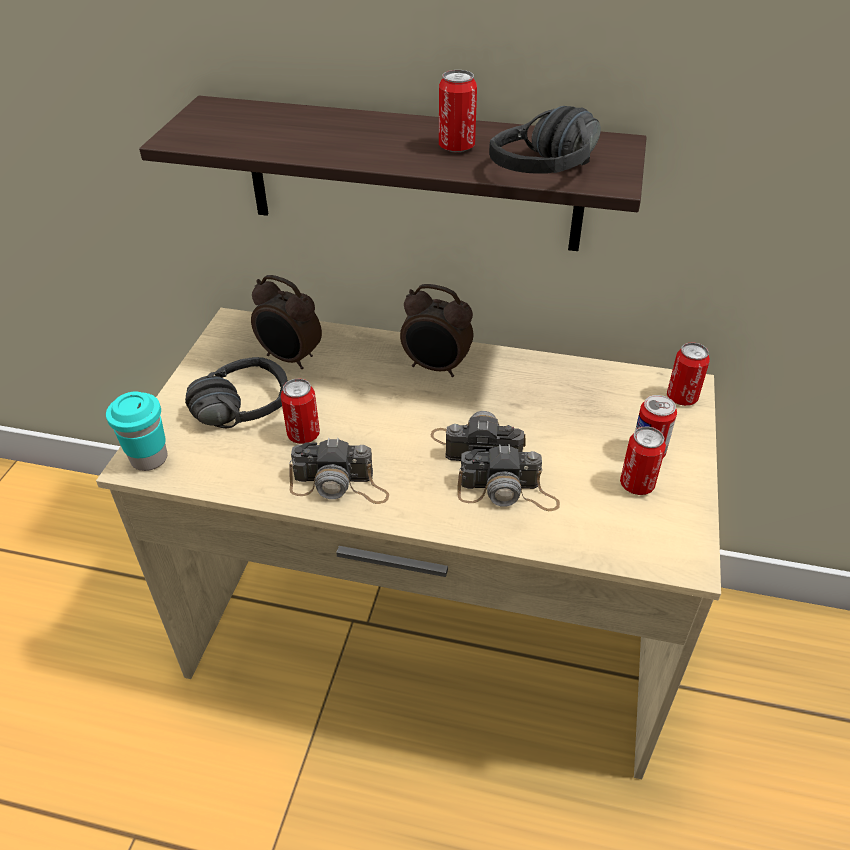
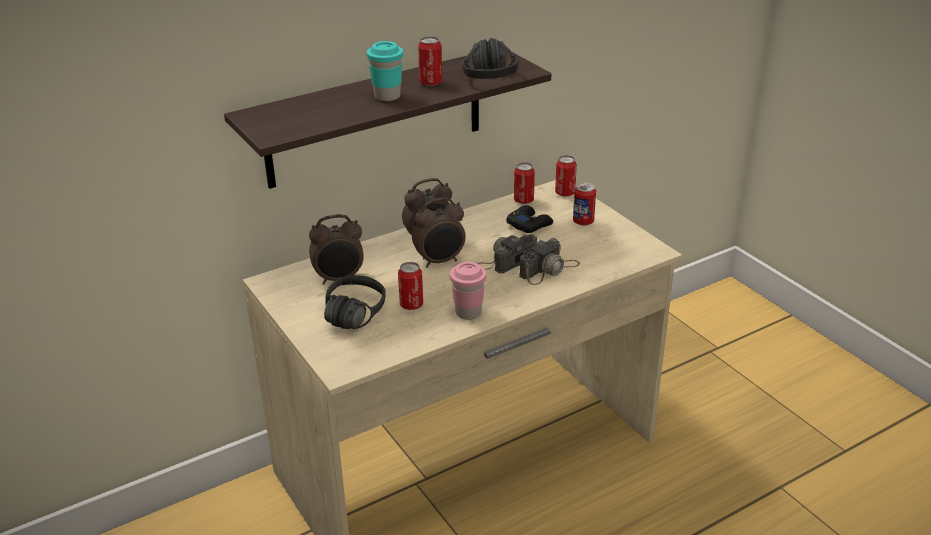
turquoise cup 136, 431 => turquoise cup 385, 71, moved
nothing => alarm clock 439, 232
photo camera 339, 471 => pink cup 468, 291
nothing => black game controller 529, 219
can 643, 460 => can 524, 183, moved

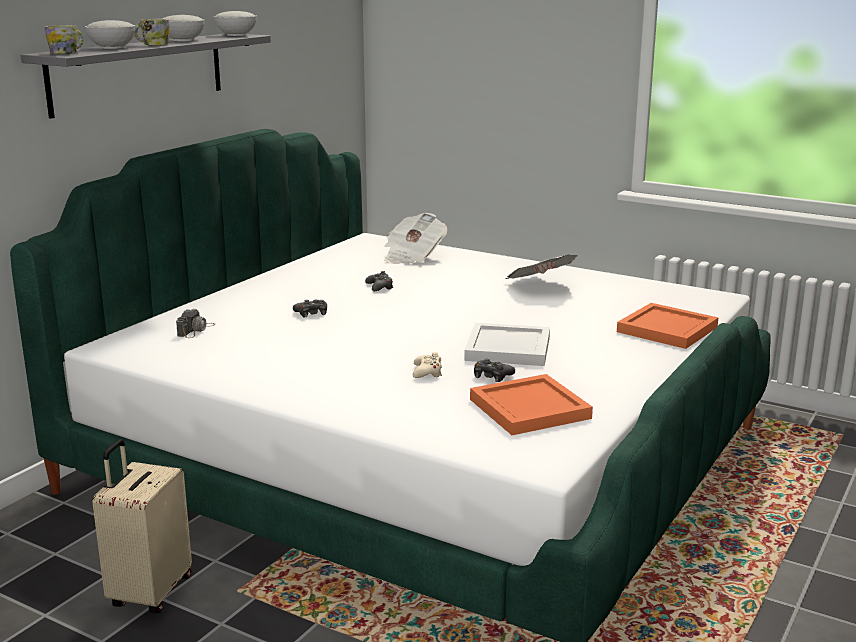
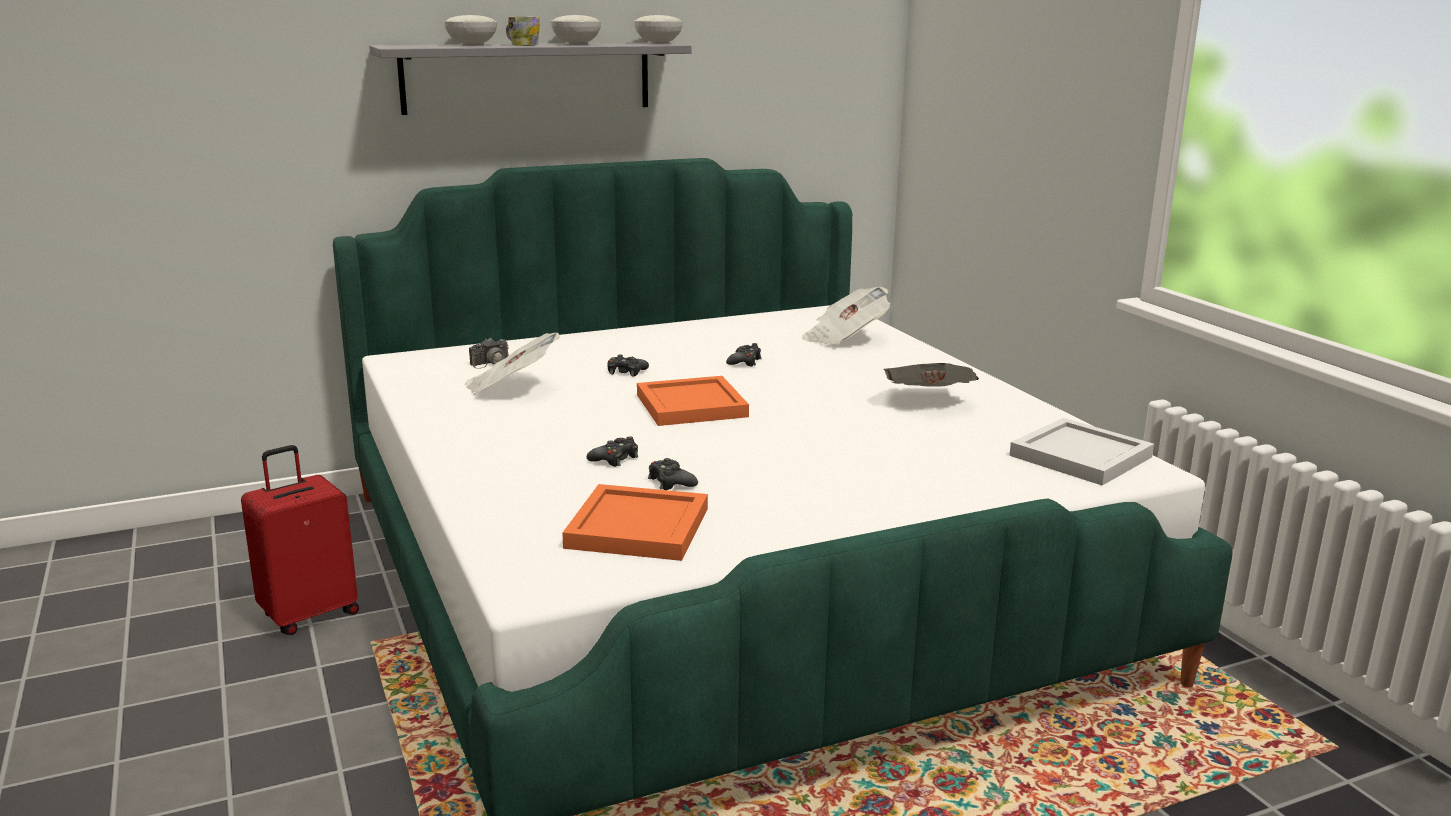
beige suitcase 142, 526 => red suitcase 300, 540
nothing => newspaper 512, 364
beige game controller 427, 365 => black game controller 612, 451
orange tray 668, 326 => orange tray 693, 401, moved
white tray 507, 344 => white tray 1081, 451, moved
mug 64, 39 => nothing

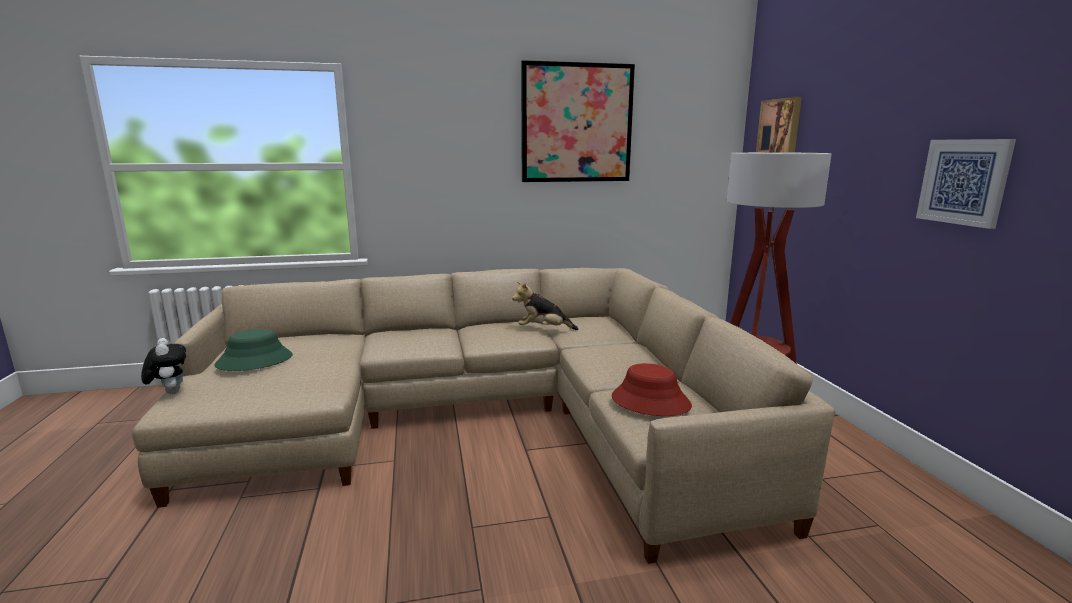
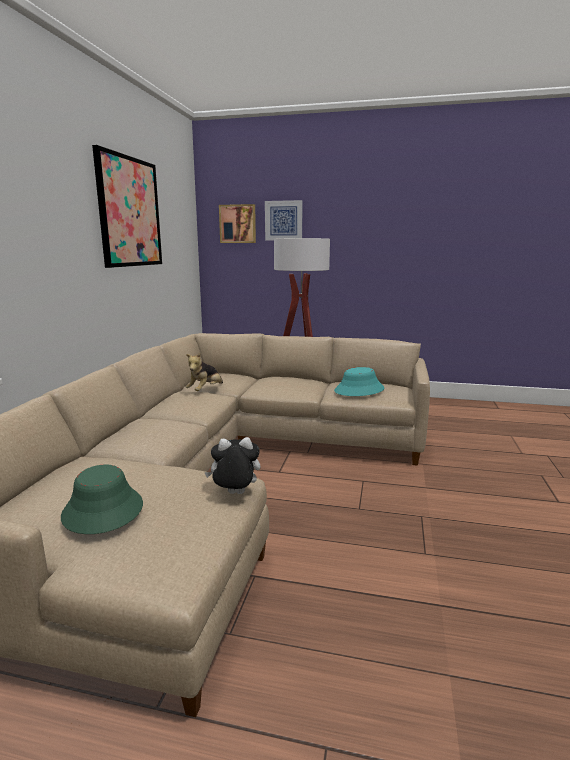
plush toy 163, 366 => plush toy 232, 465, moved
picture 966, 184 => picture 284, 220, moved
red hat 652, 389 => turquoise hat 359, 381

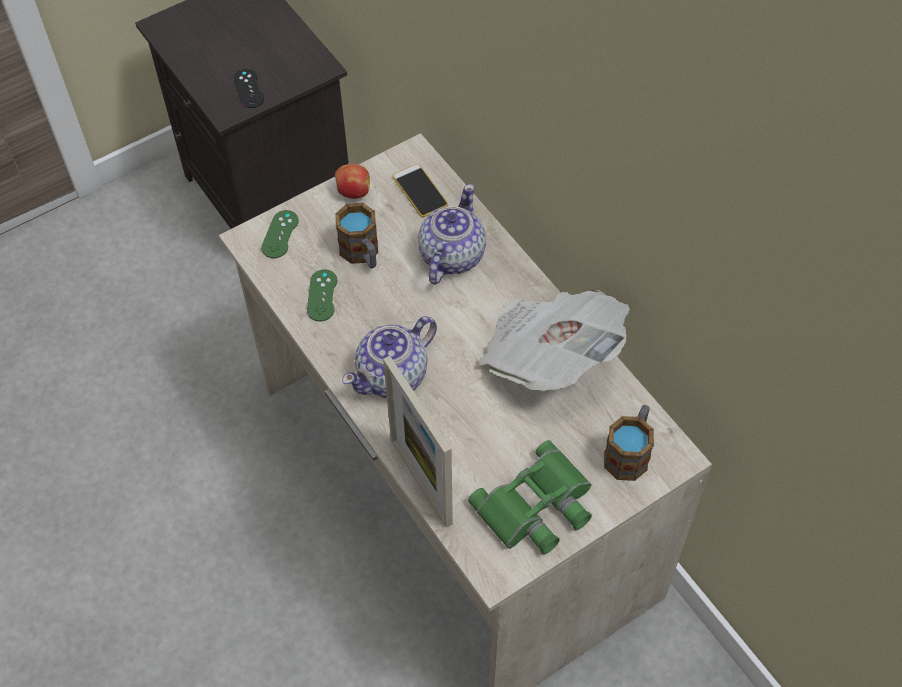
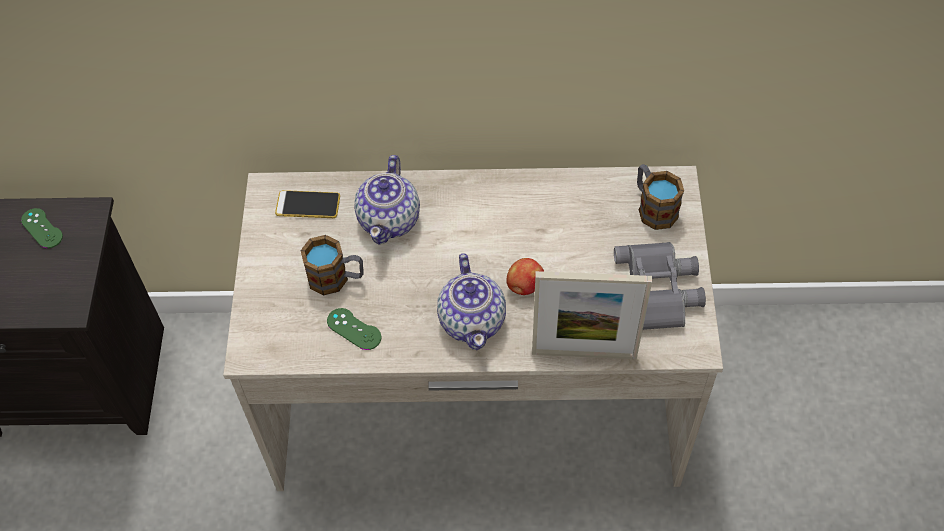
green game controller 280, 234 => green game controller 42, 228, moved
teapot 452, 234 => teapot 387, 199, 135 degrees counterclockwise
apple 352, 181 => apple 525, 276, moved
green binoculars 530, 497 => grey binoculars 660, 286
black game controller 249, 88 => nothing
newspaper 554, 340 => nothing

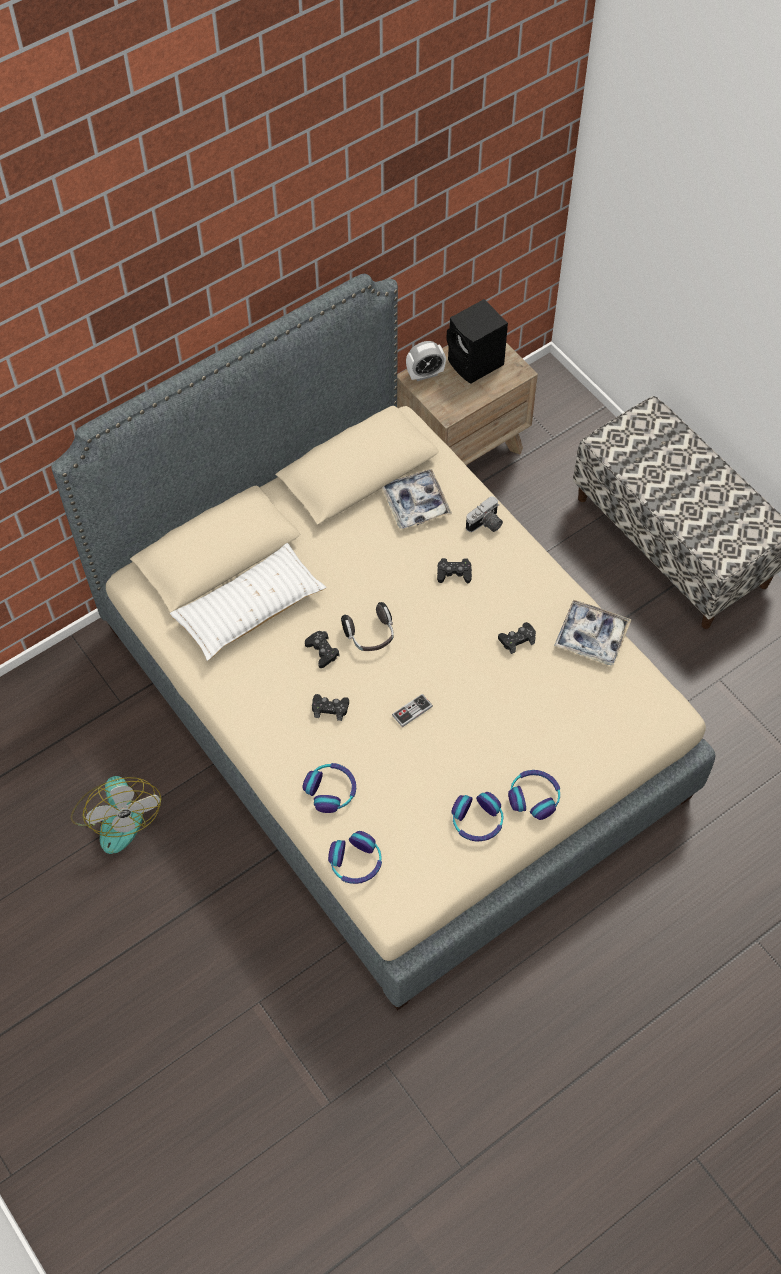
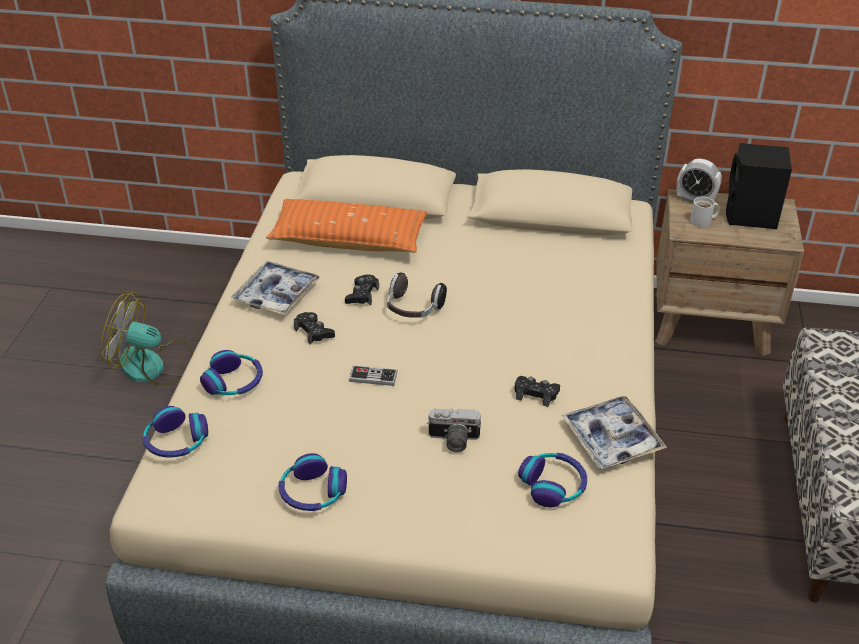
fan 115, 815 => fan 147, 338, 75 degrees clockwise
tray 417, 499 => tray 275, 288, moved
white pillow 248, 602 => orange pillow 346, 226
photo camera 484, 514 => photo camera 454, 430, moved
headphones 534, 795 => headphones 552, 480, moved
nothing => white mug 705, 212
black game controller 454, 570 => nothing

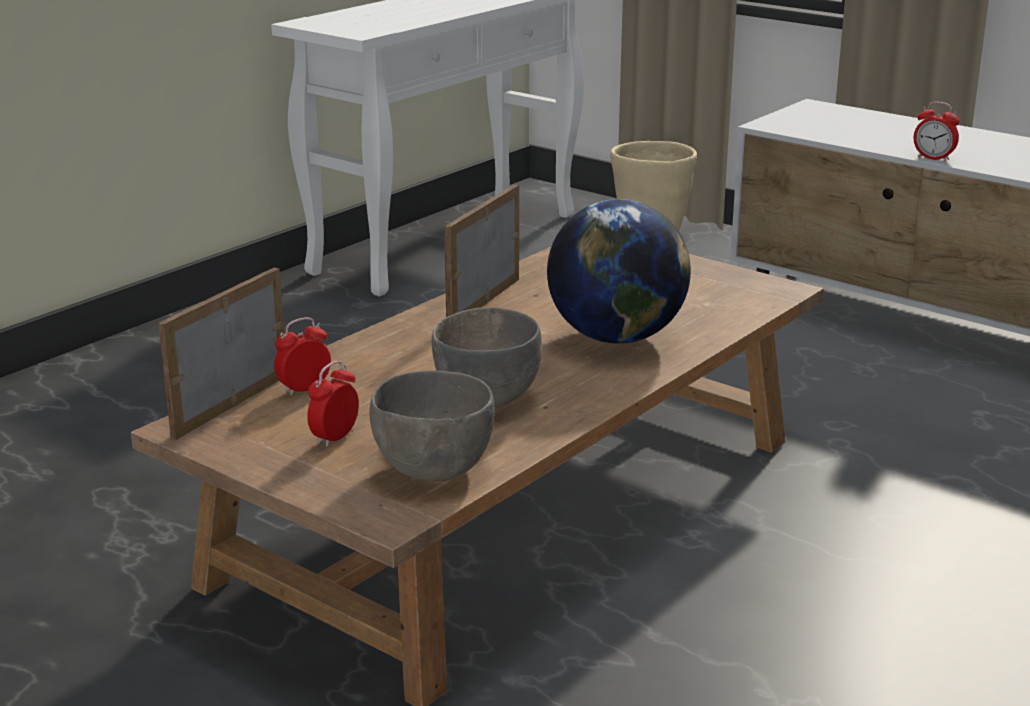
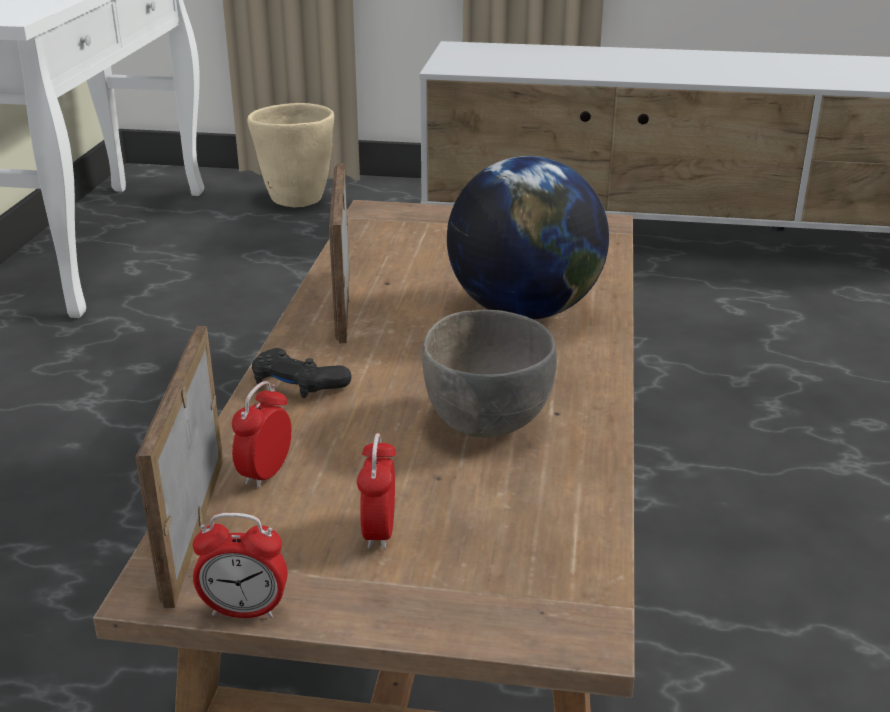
alarm clock 936, 131 => alarm clock 240, 565, moved
nothing => black game controller 302, 373
grey bowl 432, 425 => nothing

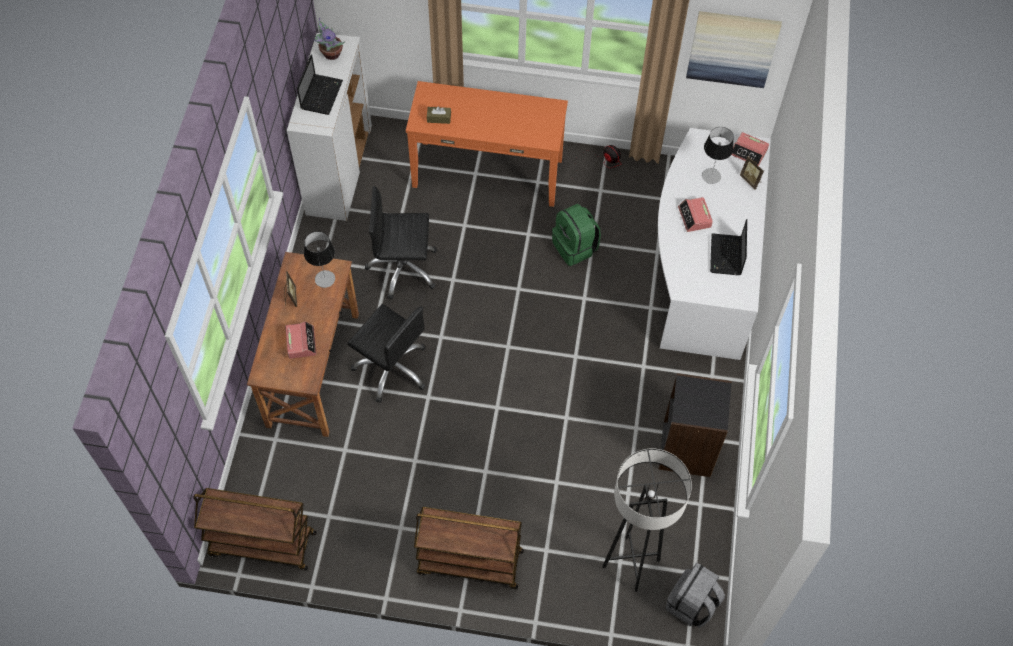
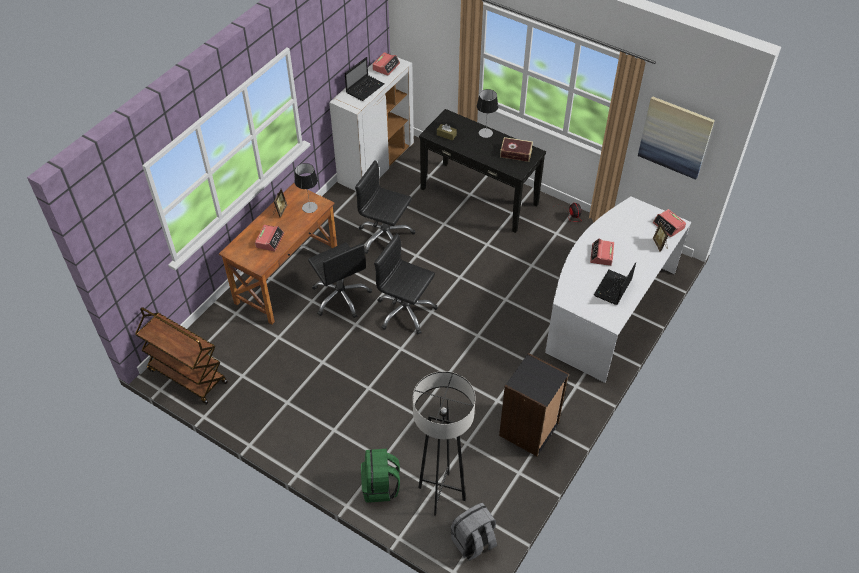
green backpack 576, 235 => green backpack 380, 476, moved
potted plant 329, 39 => alarm clock 386, 64
nothing => black office chair 406, 283
orange console table 487, 144 => black console table 482, 171
table lamp 718, 155 => table lamp 487, 113, moved
nothing => book 516, 149
brown cart 469, 548 => nothing

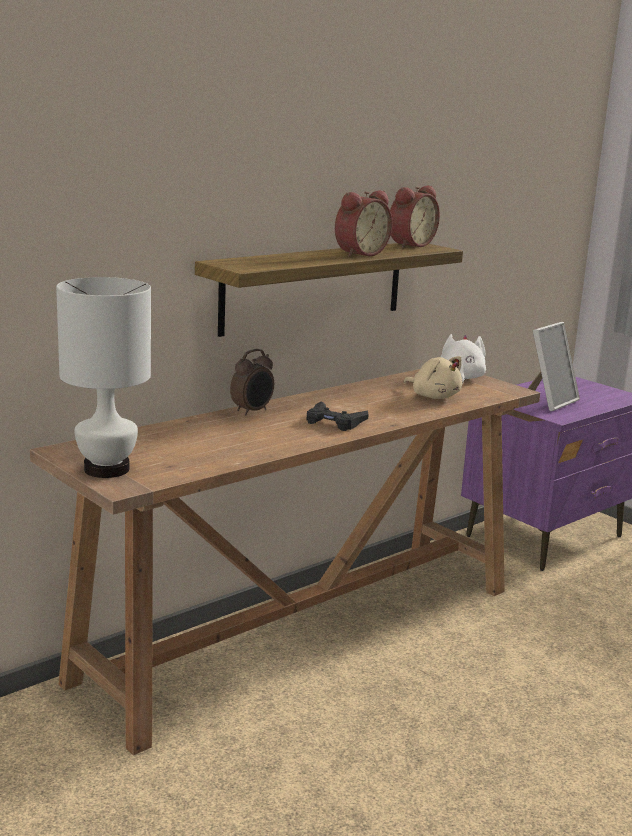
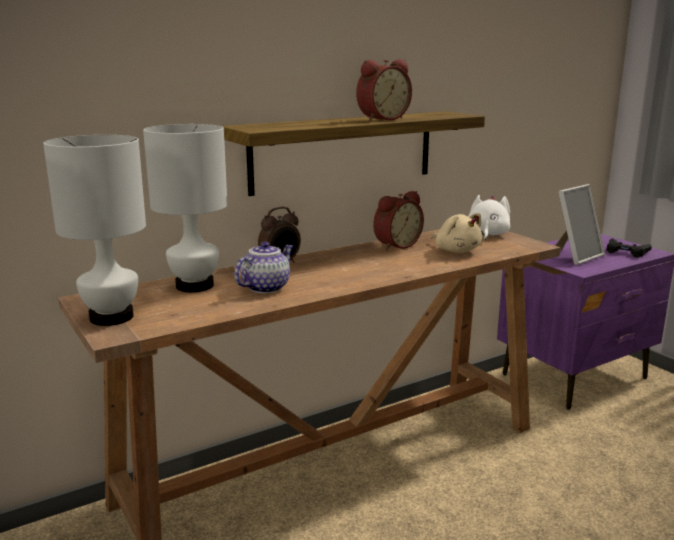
nothing => white table lamp 185, 208
nothing => teapot 263, 267
alarm clock 415, 217 => alarm clock 398, 220, moved
black game controller 337, 416 => black game controller 629, 248, moved

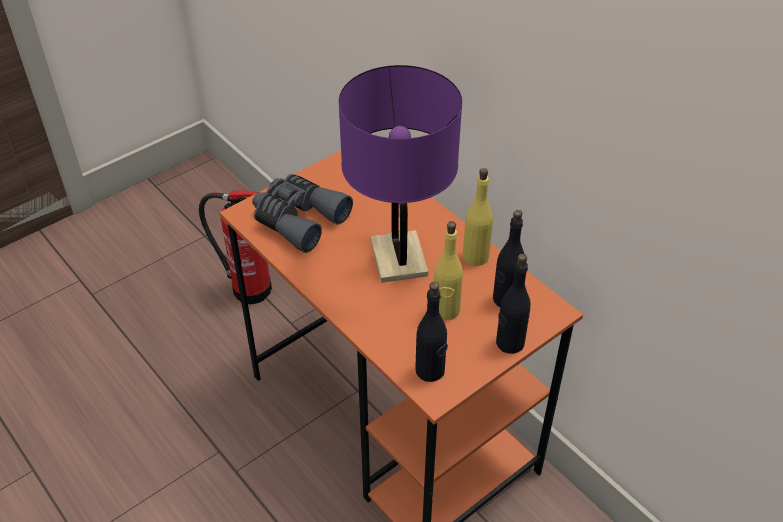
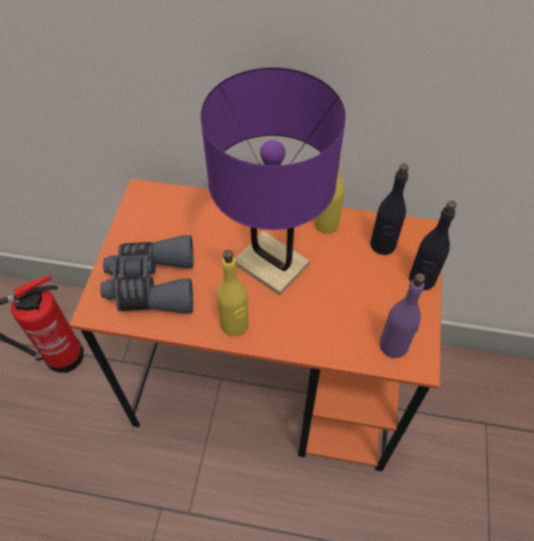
yellow bottle 448, 270 => yellow bottle 233, 293, moved
black bottle 431, 332 => purple bottle 402, 315

